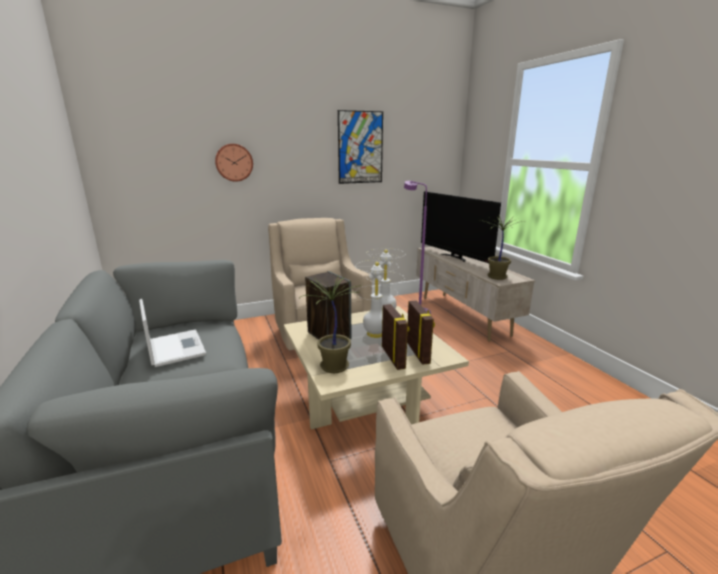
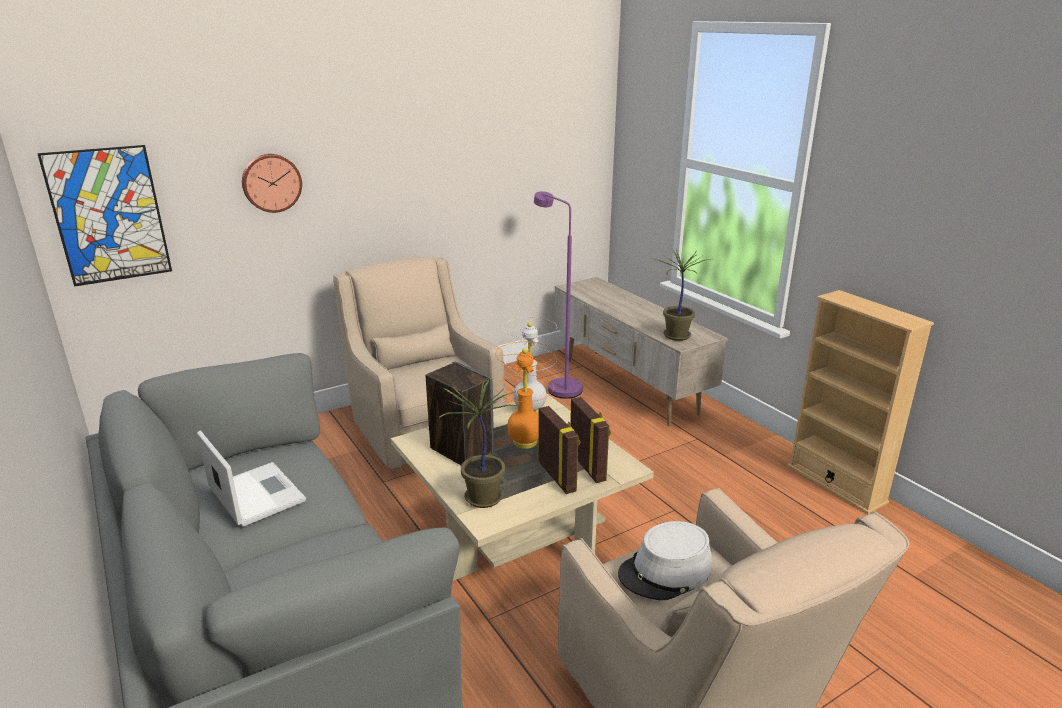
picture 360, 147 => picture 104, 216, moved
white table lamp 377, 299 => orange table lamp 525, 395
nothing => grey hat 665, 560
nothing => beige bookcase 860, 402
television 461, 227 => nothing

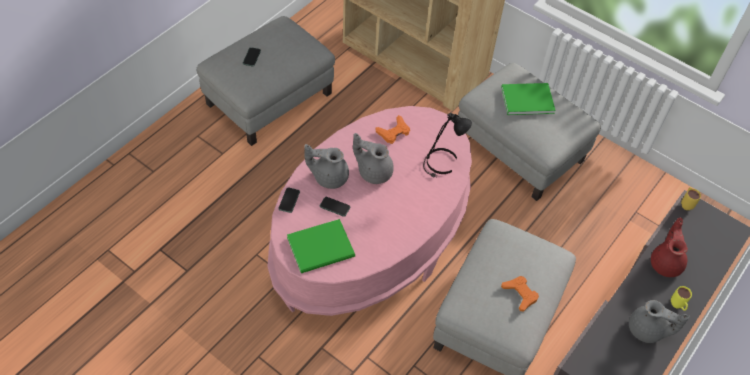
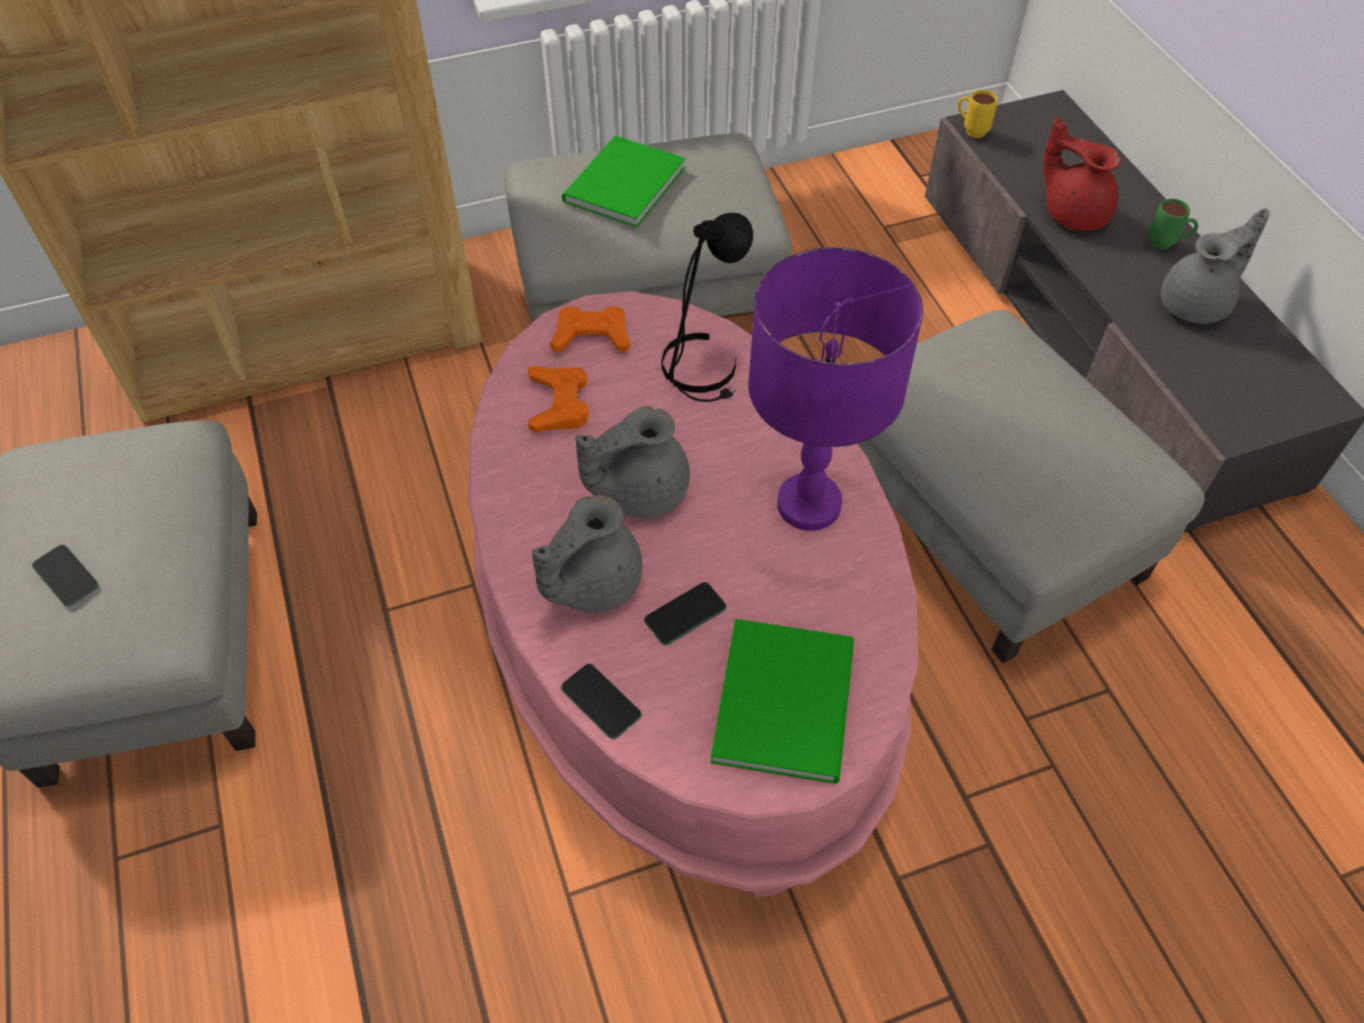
orange game controller 520, 293 => orange game controller 590, 329, moved
nothing => purple table lamp 835, 389
yellow mug 681, 298 => green mug 1173, 224

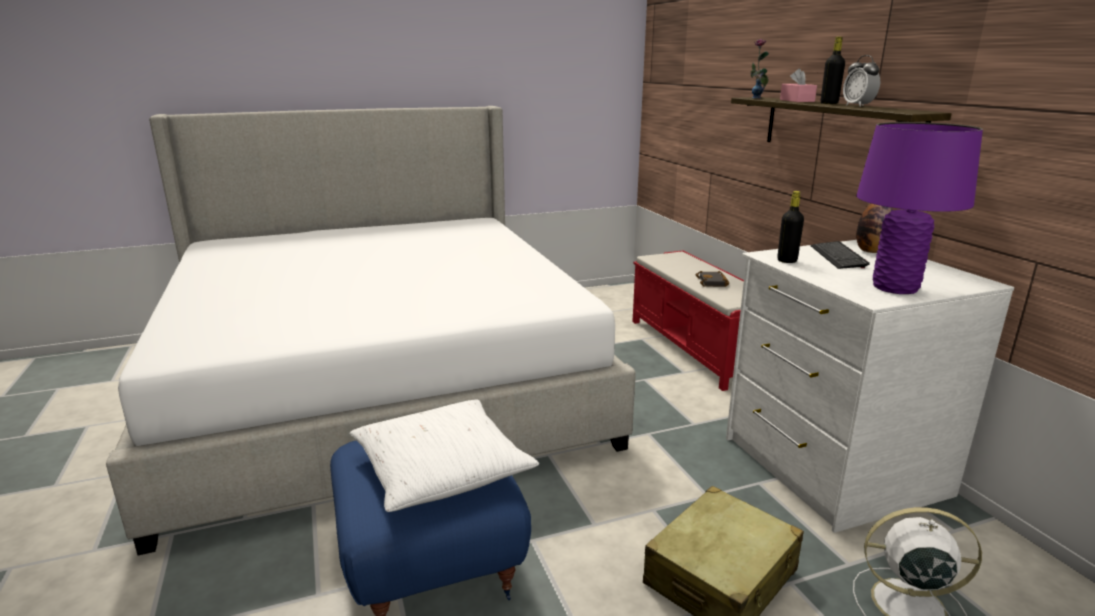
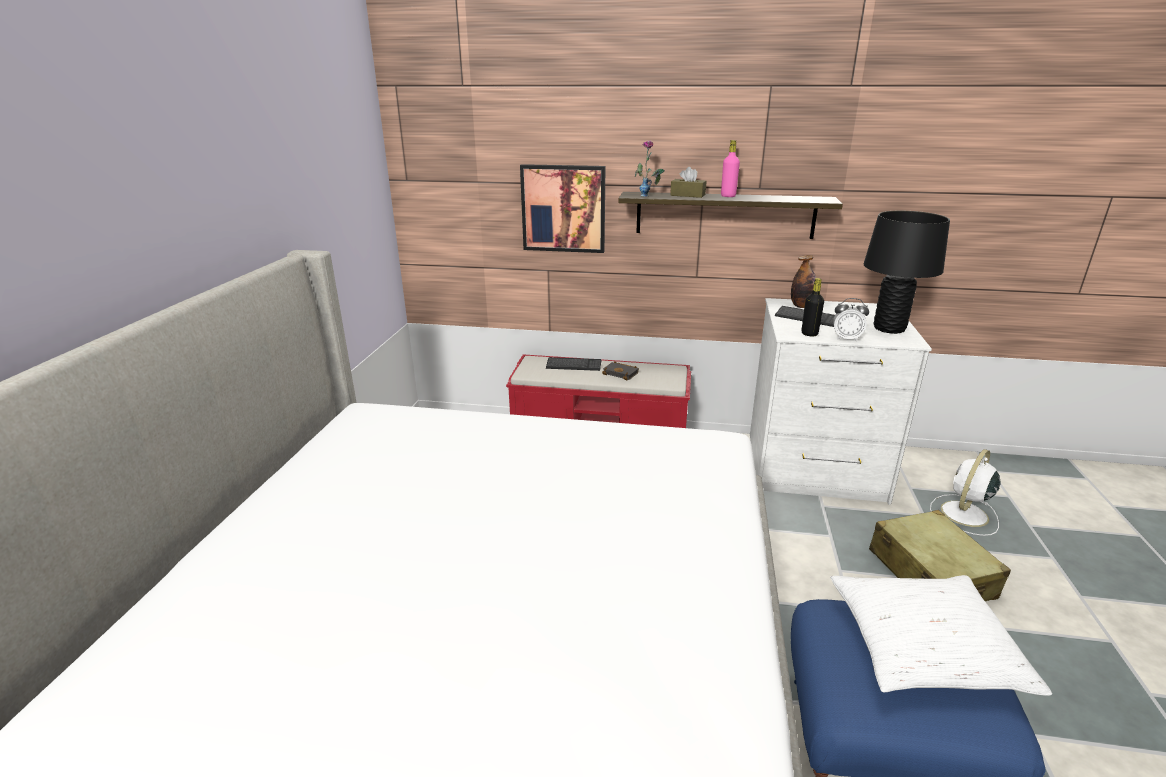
nothing => picture 563, 208
nothing => keyboard 574, 364
pink tissue box 798, 85 => brown tissue box 688, 182
black bottle 833, 70 => pink bottle 730, 168
alarm clock 861, 81 => alarm clock 851, 320, moved
purple table lamp 919, 208 => black table lamp 907, 272

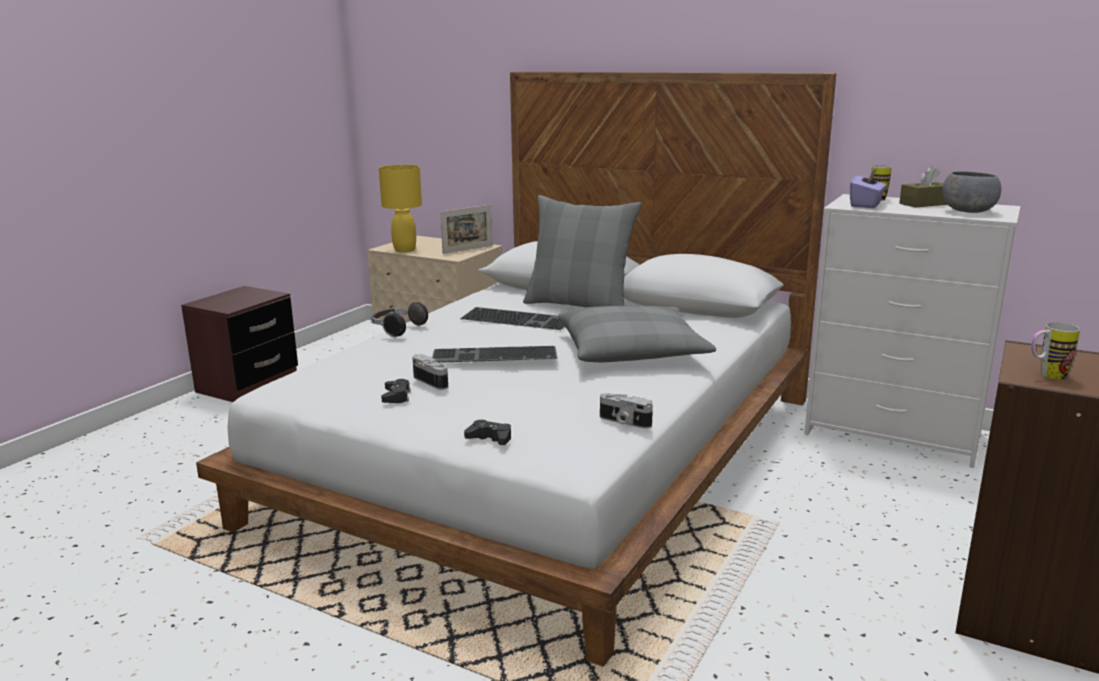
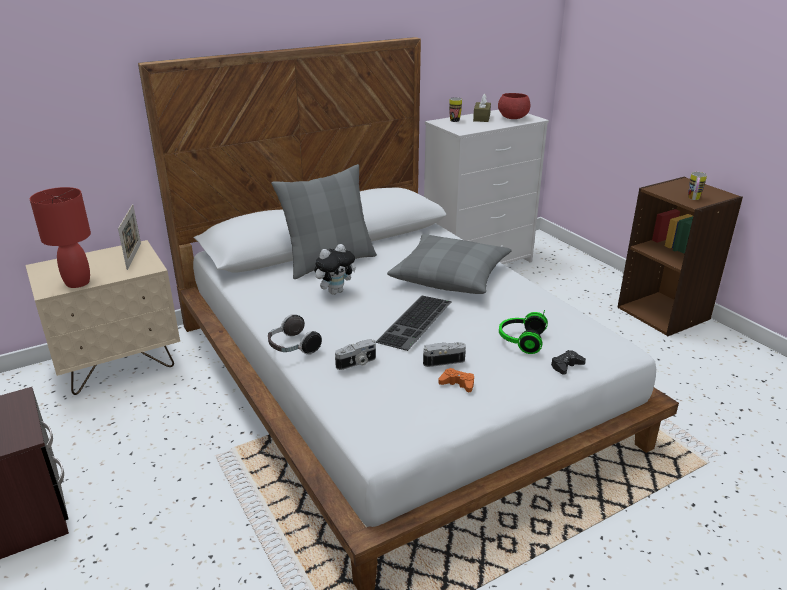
yellow table lamp 400, 208 => red table lamp 60, 237
keyboard 512, 318 => plush toy 335, 269
photo camera 626, 411 => photo camera 355, 354, moved
black game controller 396, 391 => orange game controller 456, 380
grey bowl 971, 192 => red bowl 514, 106
nothing => headphones 523, 332
purple tissue box 868, 188 => nothing

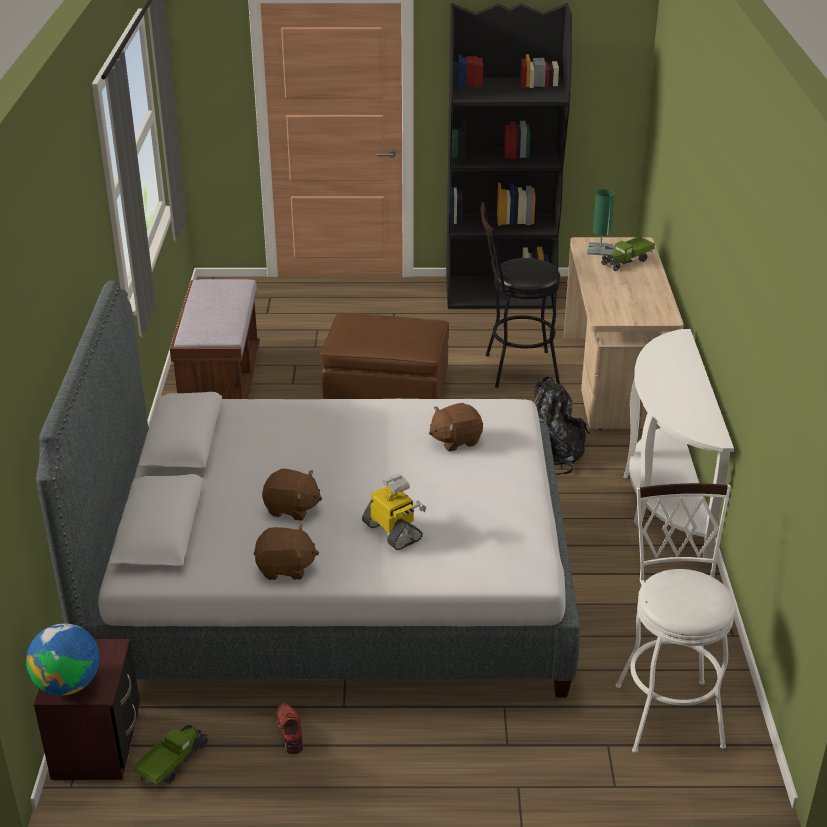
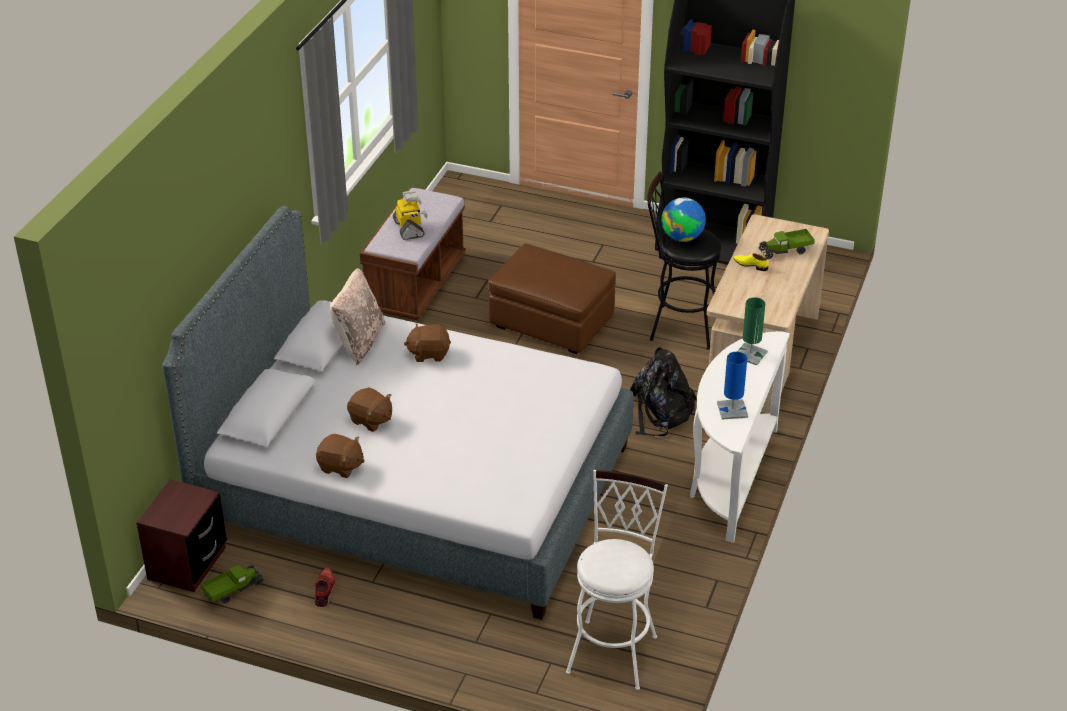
nothing => beige pillow 358, 316
toy robot 394, 512 => toy robot 410, 215, moved
brown plush toy 456, 427 => brown plush toy 427, 342, moved
globe 63, 659 => globe 683, 219, moved
nothing => blue table lamp 732, 385
nothing => yellow shoe 751, 262
green table lamp 601, 222 => green table lamp 752, 331, moved

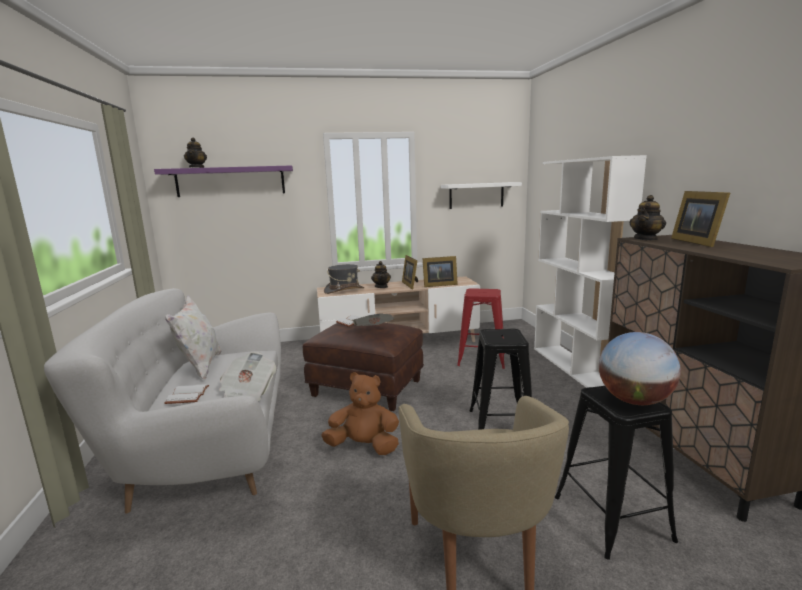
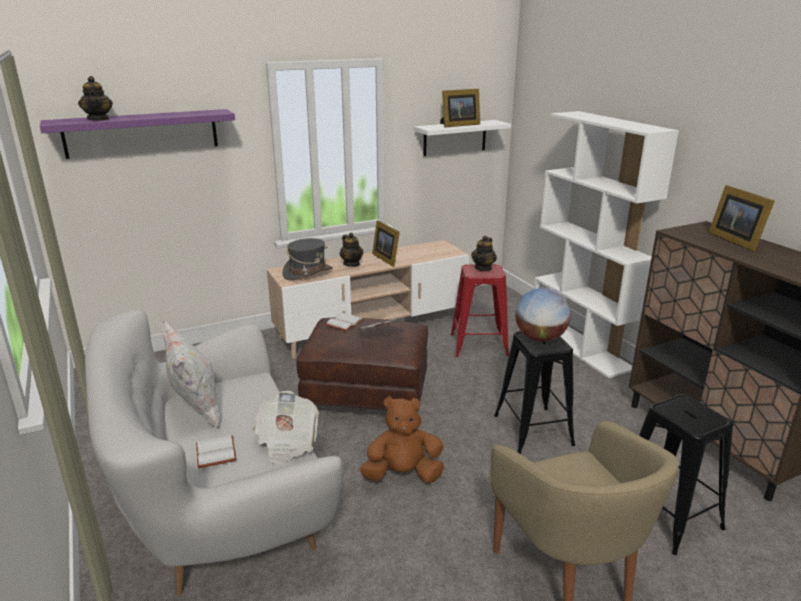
picture frame 440, 271 => picture frame 460, 108, moved
teapot 648, 218 => teapot 484, 253, moved
globe 640, 368 => globe 543, 315, moved

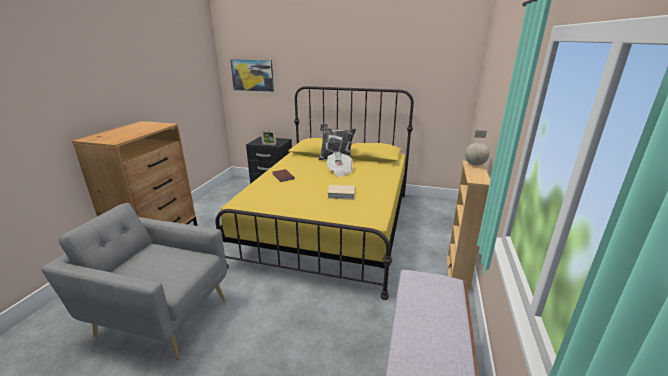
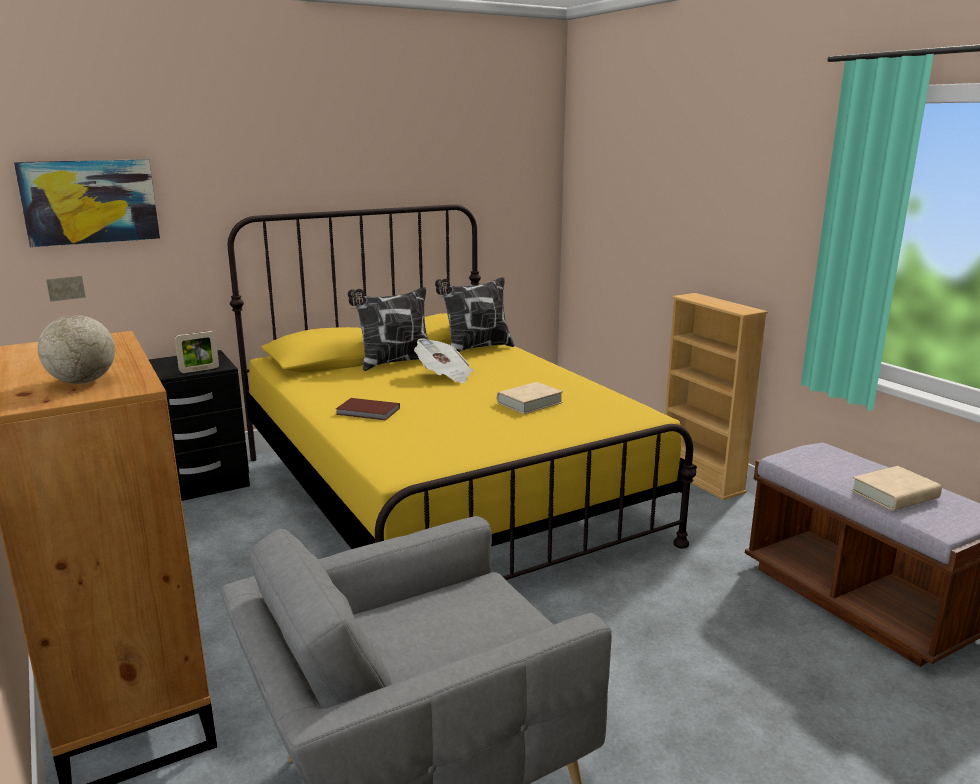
globe 477, 148 => globe 76, 330, moved
nothing => pillow 475, 314
nothing => beige book 896, 488

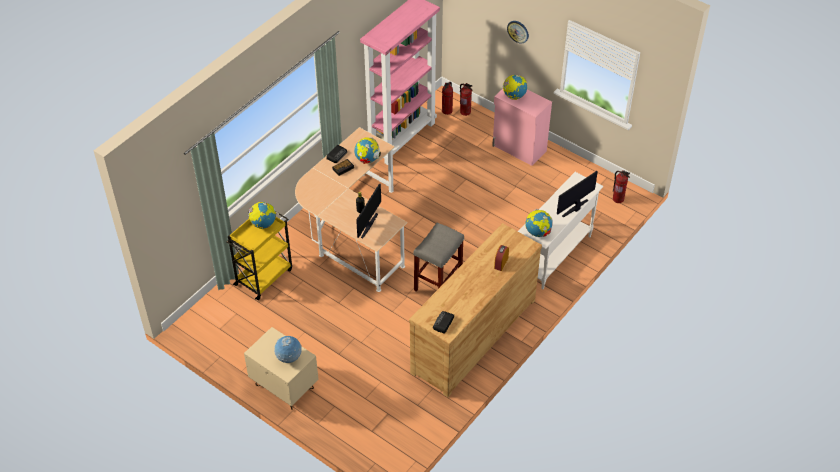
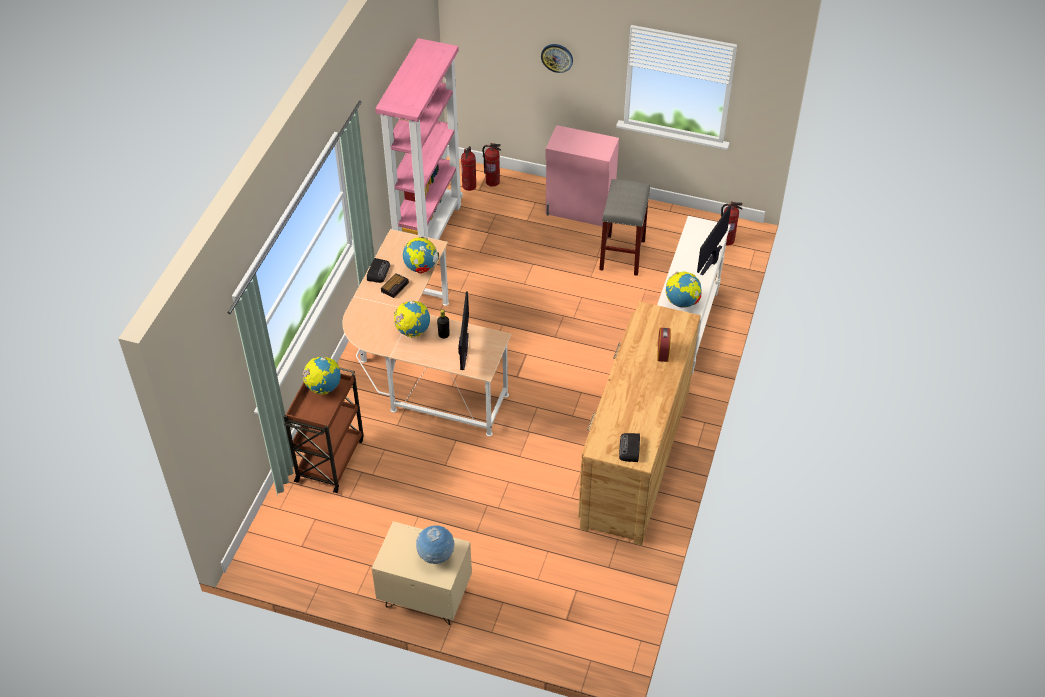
yellow cart 259, 255 => brown cart 324, 430
globe 515, 87 => globe 412, 319, moved
grey stool 438, 257 => grey stool 624, 227, moved

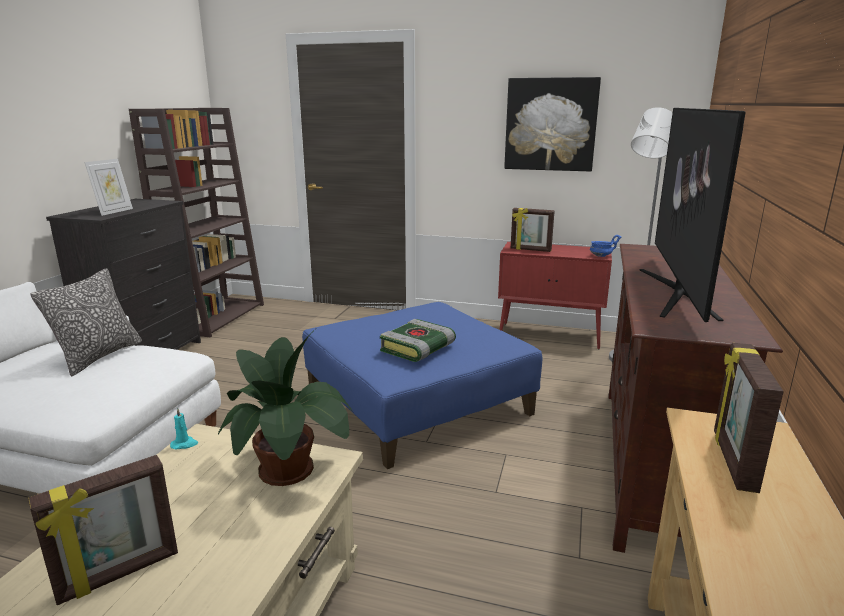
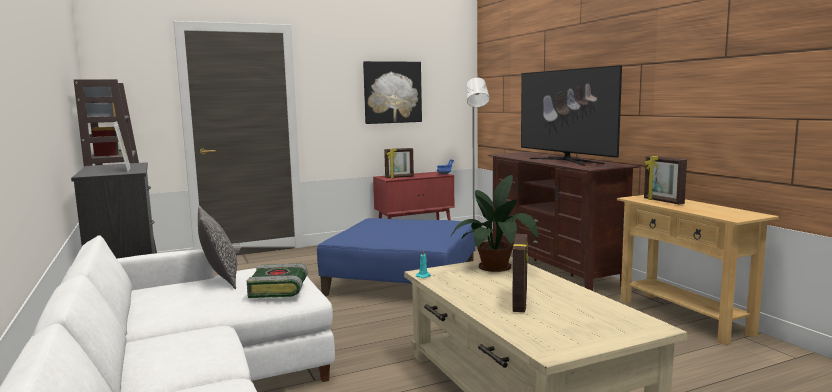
book 418, 340 => book 277, 280, moved

